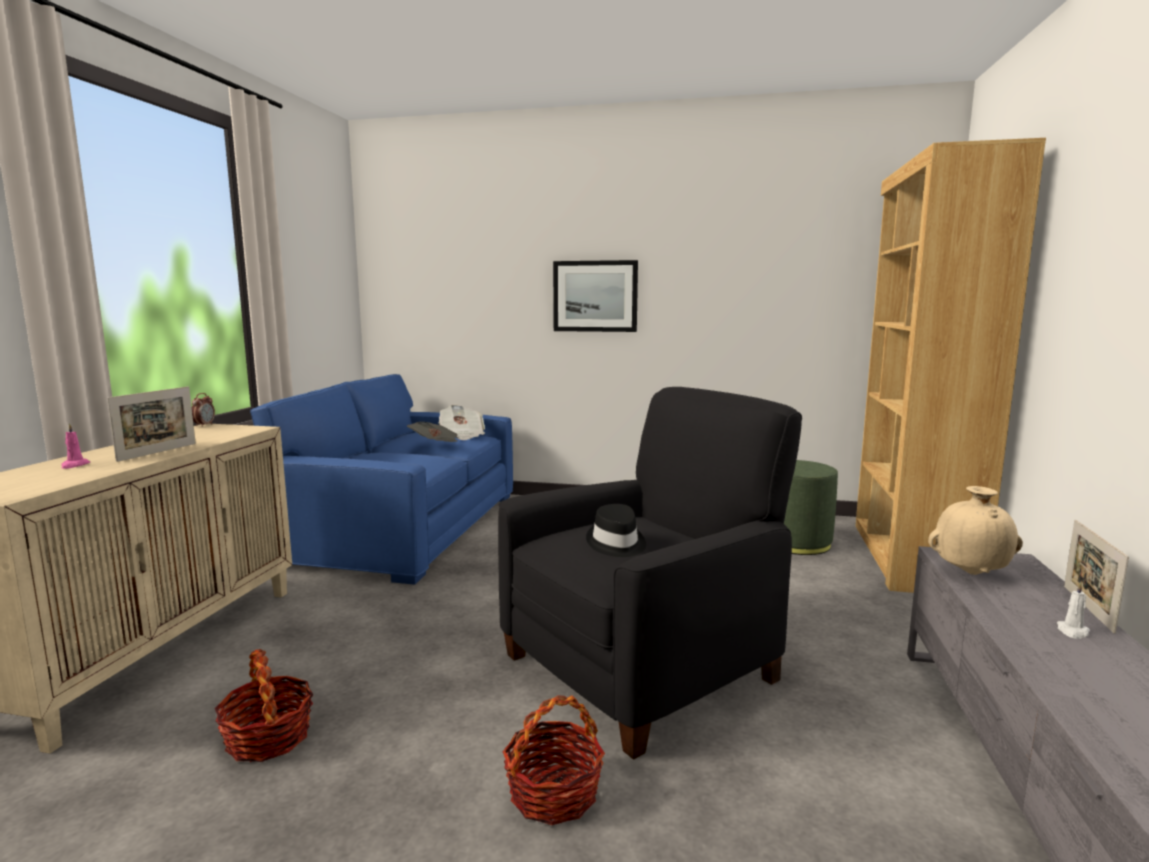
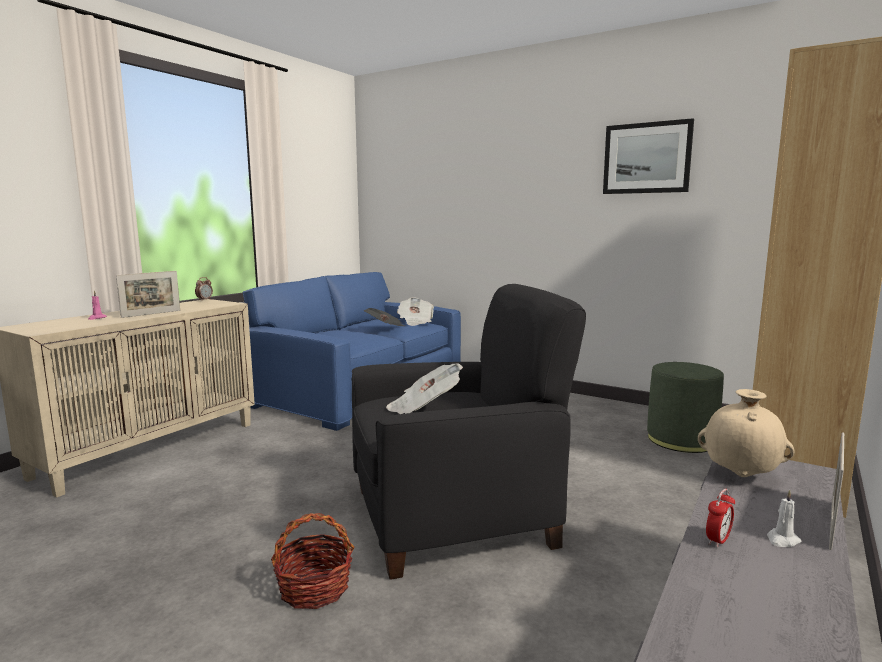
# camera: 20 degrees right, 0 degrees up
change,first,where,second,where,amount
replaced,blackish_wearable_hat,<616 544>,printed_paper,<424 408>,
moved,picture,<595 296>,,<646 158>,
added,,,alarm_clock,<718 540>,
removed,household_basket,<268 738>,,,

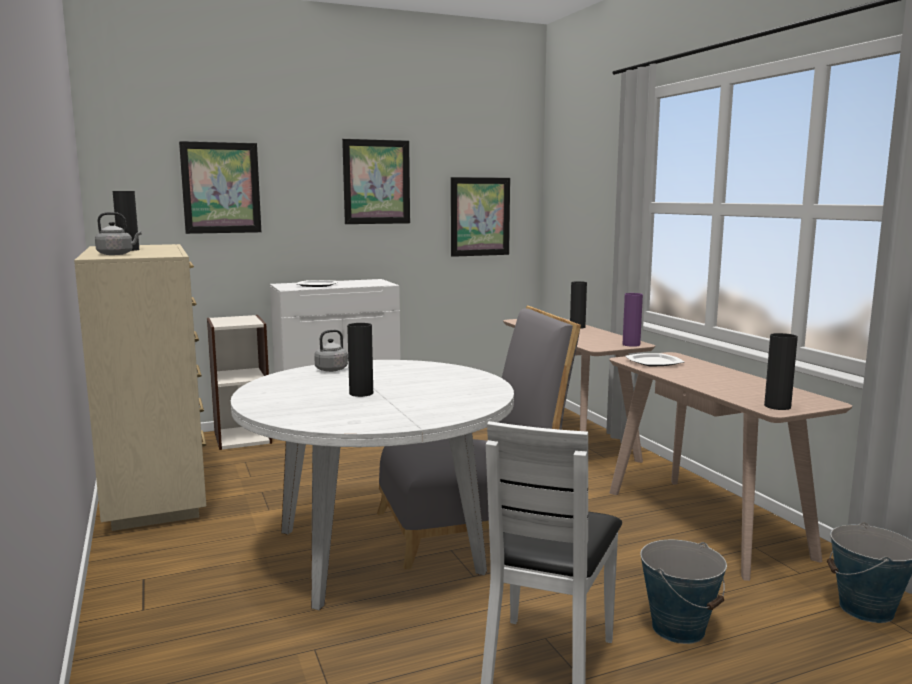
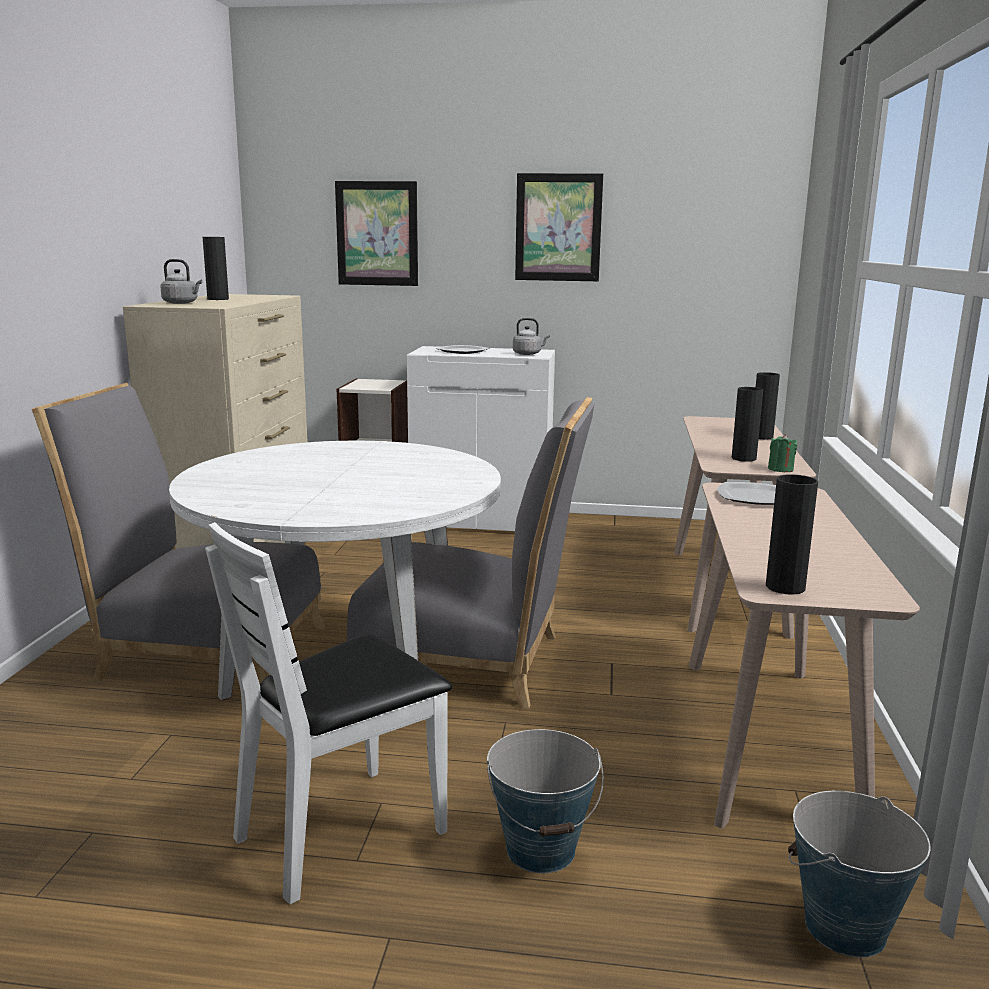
# camera: 30 degrees right, 5 degrees up
change,first,where,second,where,amount
added,,,grey_chair,<202 650>,
moved,grey_kettle,<333 369>,,<528 354>,
moved,blackish_flower_vase,<361 393>,,<743 458>,
replaced,purplish_flower_vase,<631 344>,green-coloured_candle,<780 469>,
removed,picture,<480 216>,,,

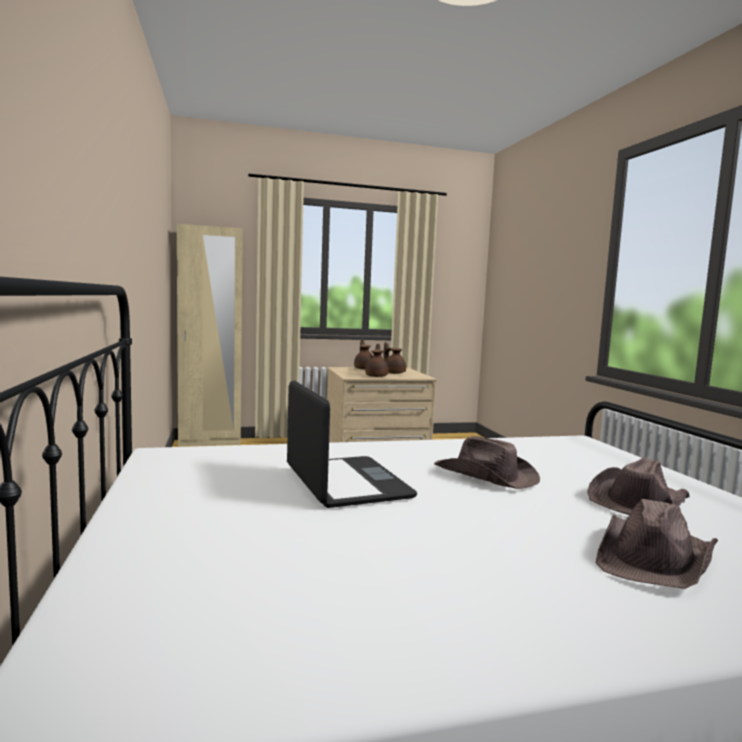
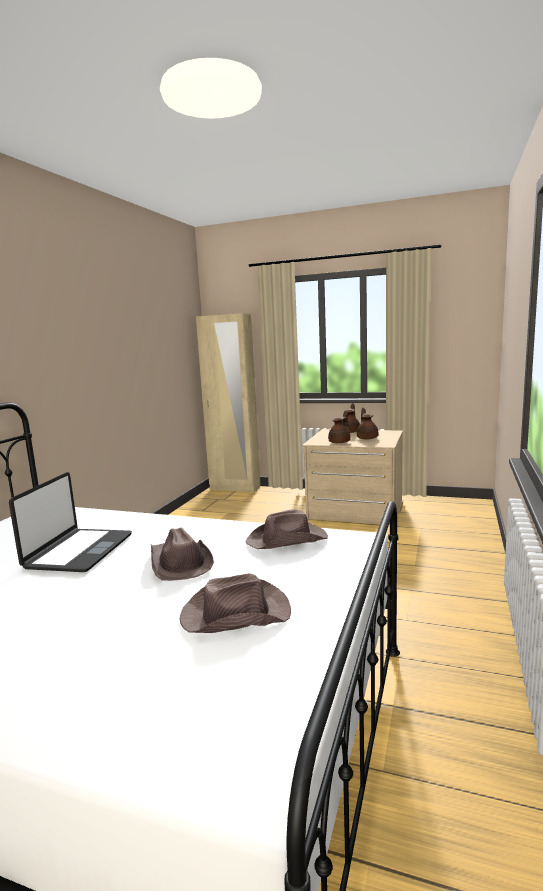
# camera: 35 degrees right, 5 degrees up
change,first,where,second,where,amount
moved,brownish_wearable_hat,<655 557>,,<287 540>,

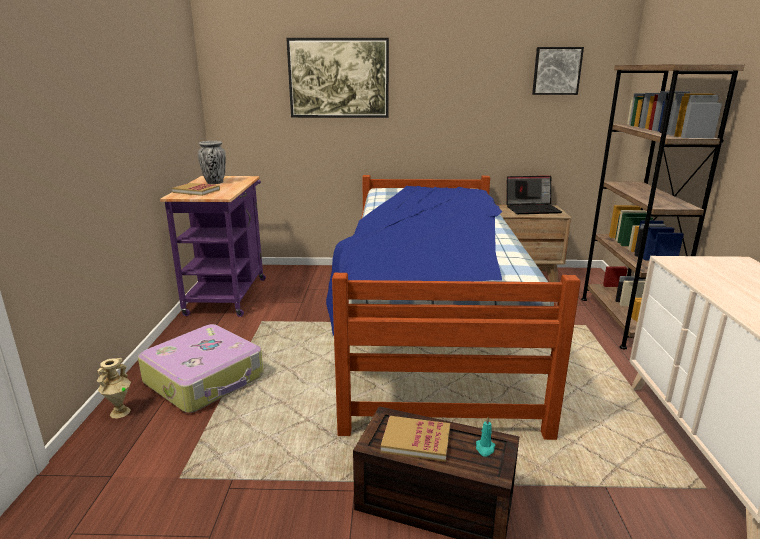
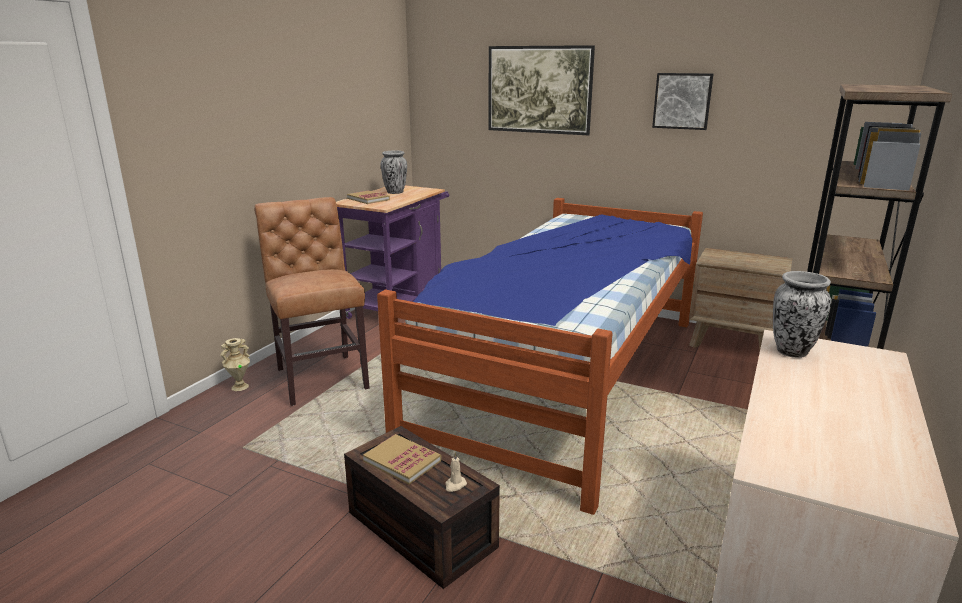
# camera: 25 degrees right, 0 degrees up
change,first,where,second,where,amount
replaced,travel_case,<205 379>,brownish_chair,<320 376>,
recoloured,blue-green_candle,<485 448>,beige-coloured_candle,<455 485>,
moved,picture,<556 71>,,<682 101>,
added,,,flower_vase,<792 351>,
removed,laptop,<533 209>,,,

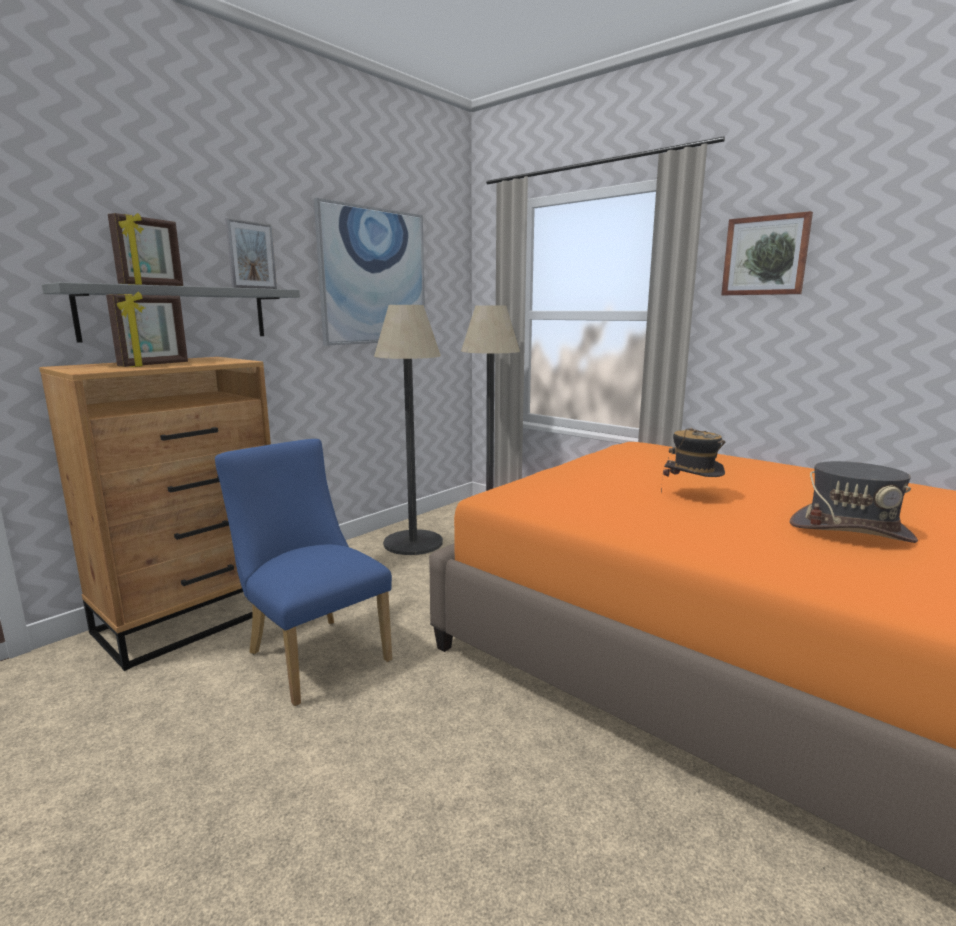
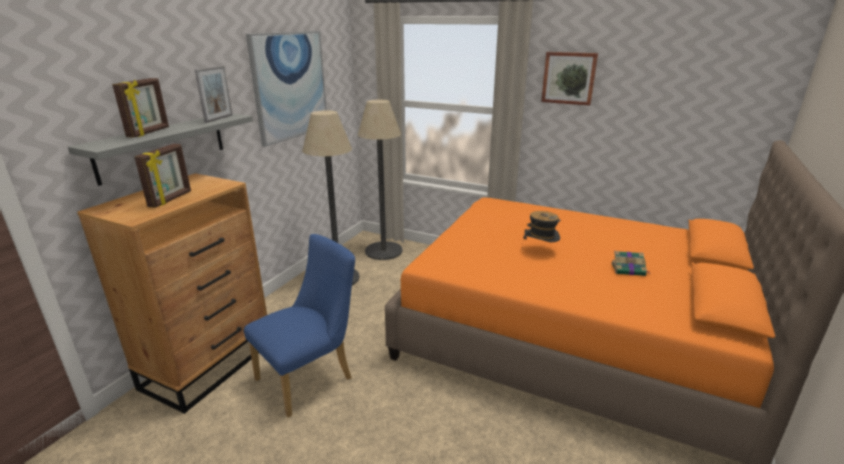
# camera: 15 degrees left, 10 degrees up
change,first,where,second,where,amount
turned,blue-coloured_chair,<312 653>,,<311 376>,105 degrees clockwise
replaced,grey_wearable_hat,<850 531>,book,<629 269>,

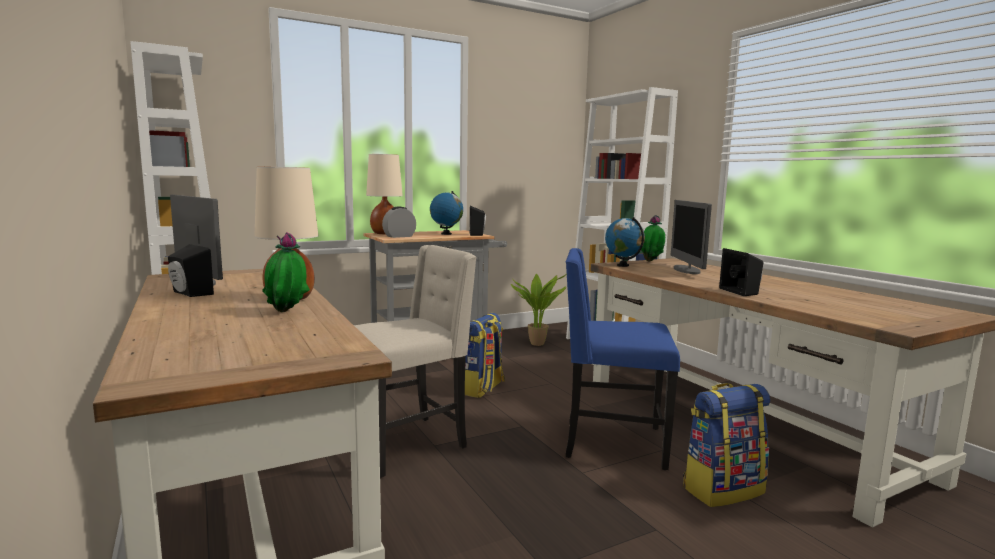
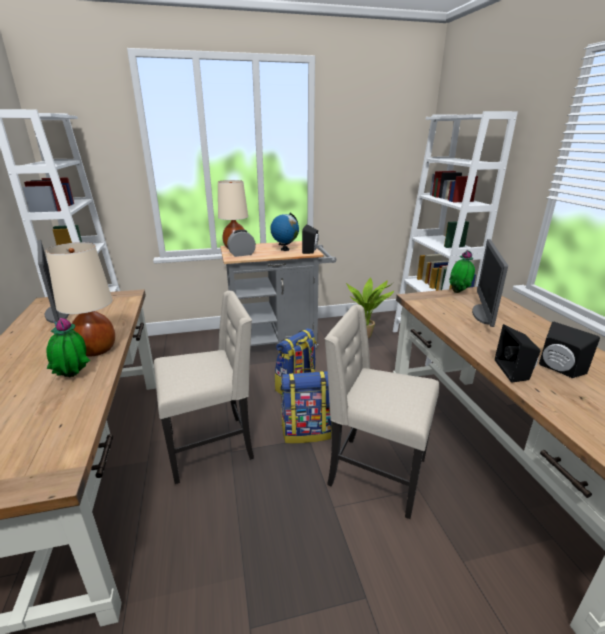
# camera: 15 degrees right, 15 degrees up
change,first,where,second,where,amount
moved,backpack,<722 489>,,<306 431>,
recoloured,blue-coloured_chair,<611 443>,beige-coloured_chair,<374 473>,
moved,blackish_loudspeaker,<189 293>,,<558 369>,
removed,globe,<623 265>,,,

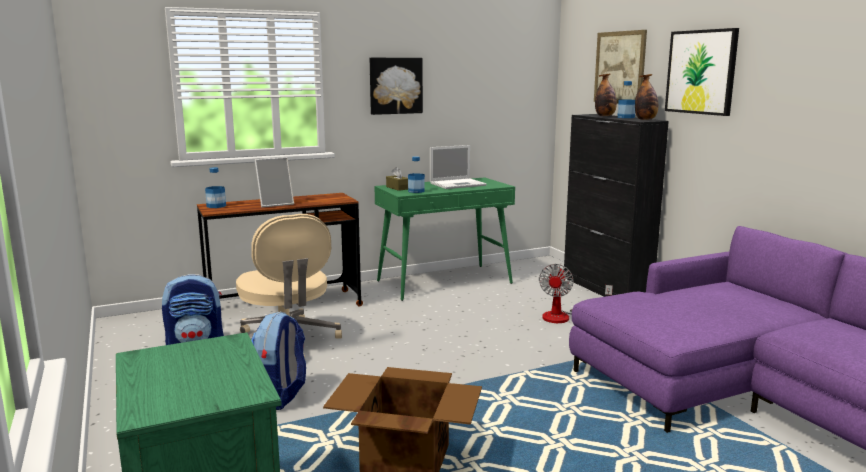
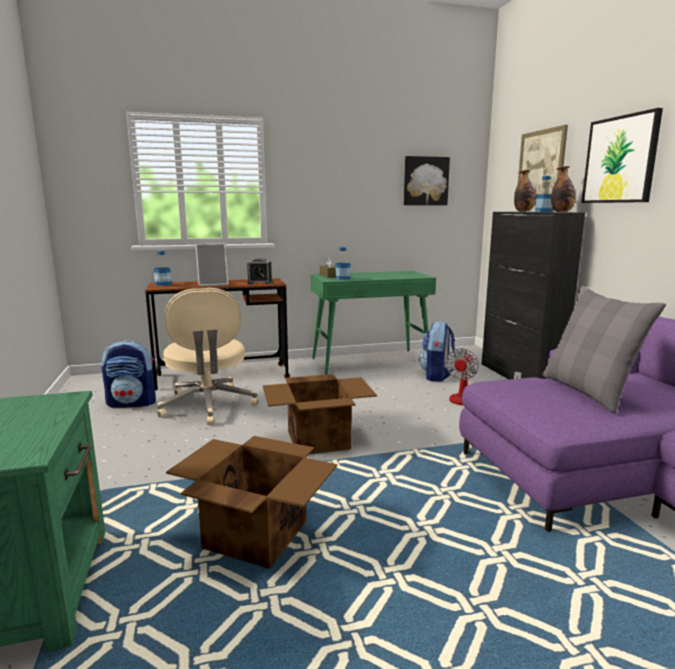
# camera: 10 degrees right, 0 degrees up
change,first,where,second,where,amount
added,,,alarm_clock,<260 282>,
added,,,carton,<319 439>,
moved,picture,<395 85>,,<425 181>,
moved,backpack,<280 397>,,<437 376>,
added,,,grey_cushion,<588 391>,
removed,laptop,<458 184>,,,

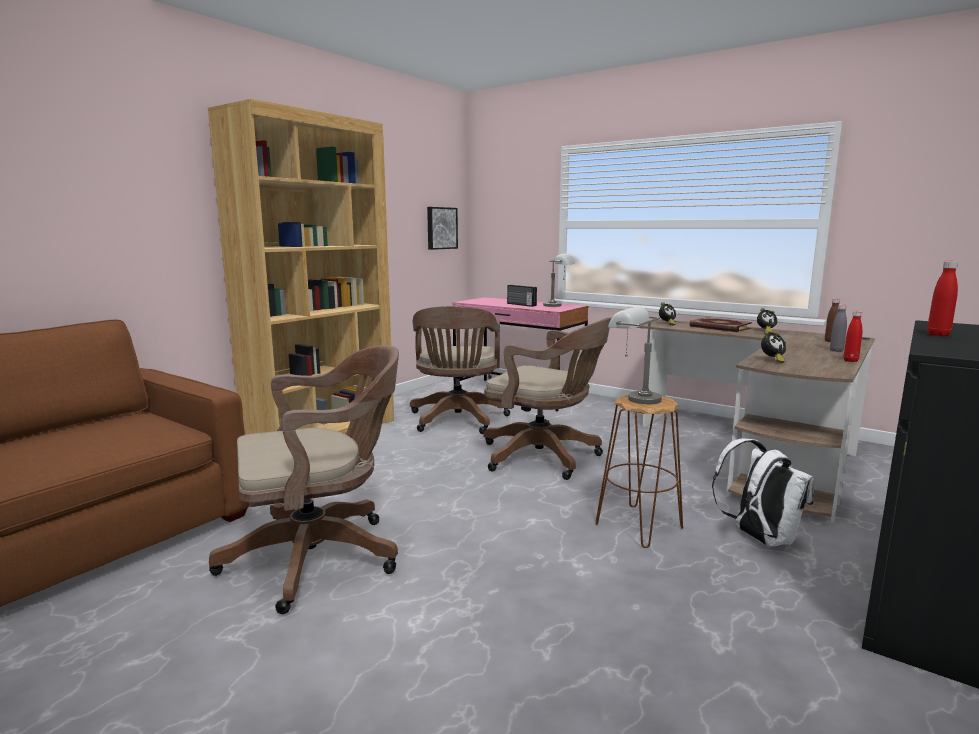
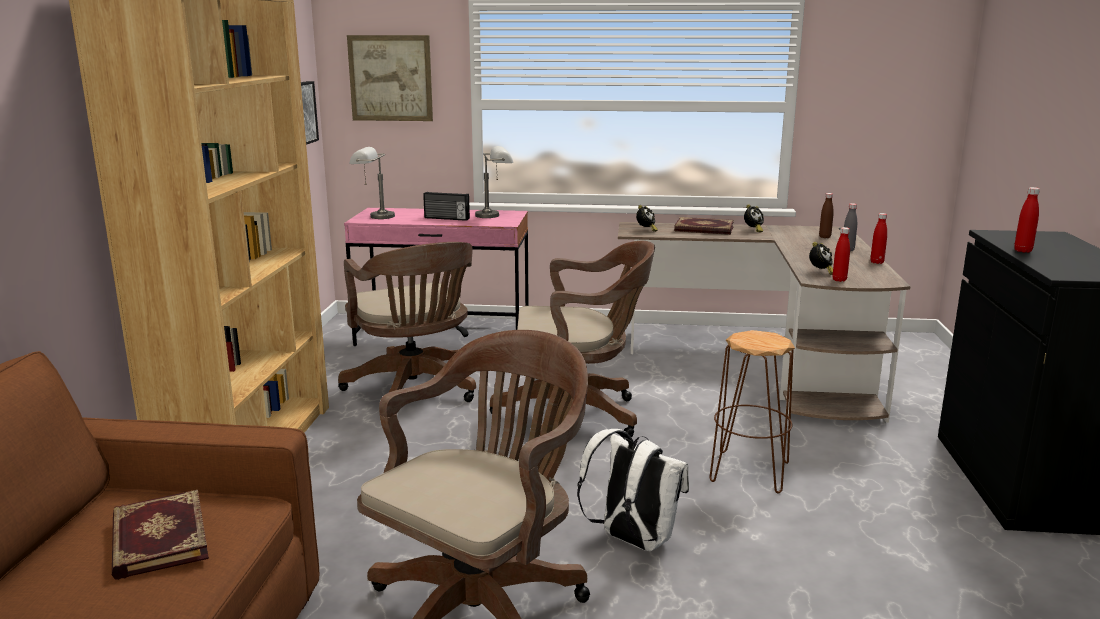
# camera: 30 degrees left, 5 degrees up
change,first,where,second,where,amount
added,,,book,<157 538>,
added,,,picture,<390 78>,
moved,grey_table_lamp,<633 398>,,<374 216>,
moved,white_backpack,<759 538>,,<632 540>,
added,,,red-coloured_drink_bottle,<839 280>,

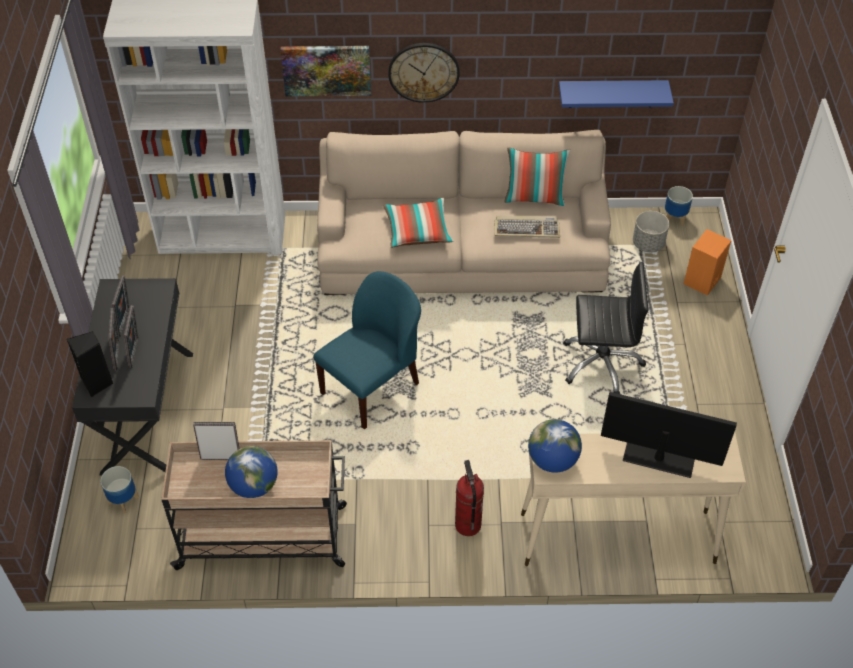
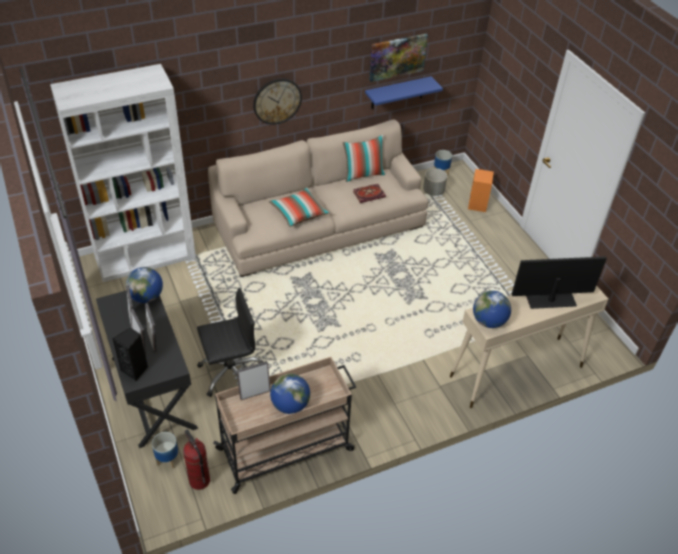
# camera: 25 degrees left, 5 degrees down
change,first,where,second,where,amount
added,,,globe,<146 297>,
moved,fire_extinguisher,<468 525>,,<199 480>,
moved,blackish_computer_chair,<601 363>,,<230 373>,
replaced,keyboard,<527 228>,book,<369 194>,
moved,picture,<326 69>,,<397 56>,
removed,blue-coloured_chair,<372 387>,,,

